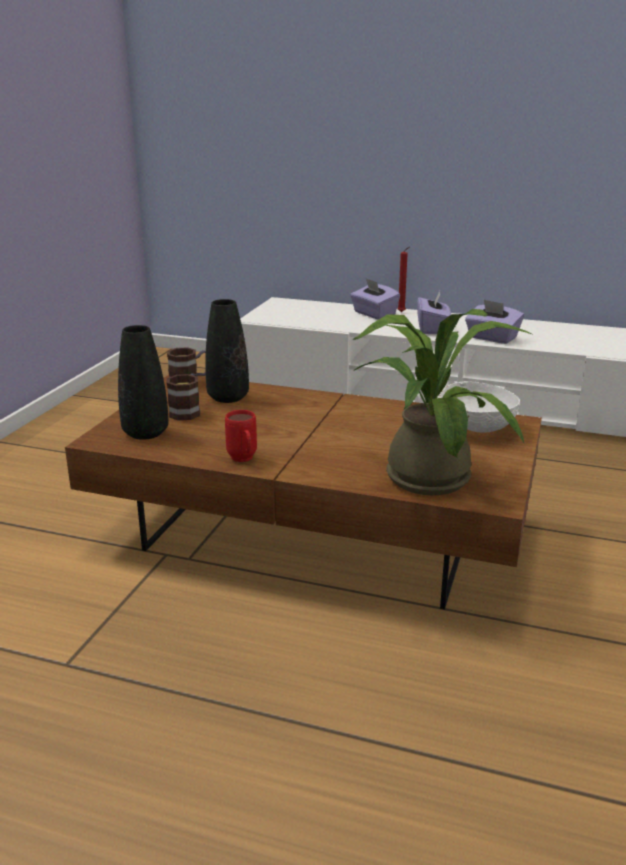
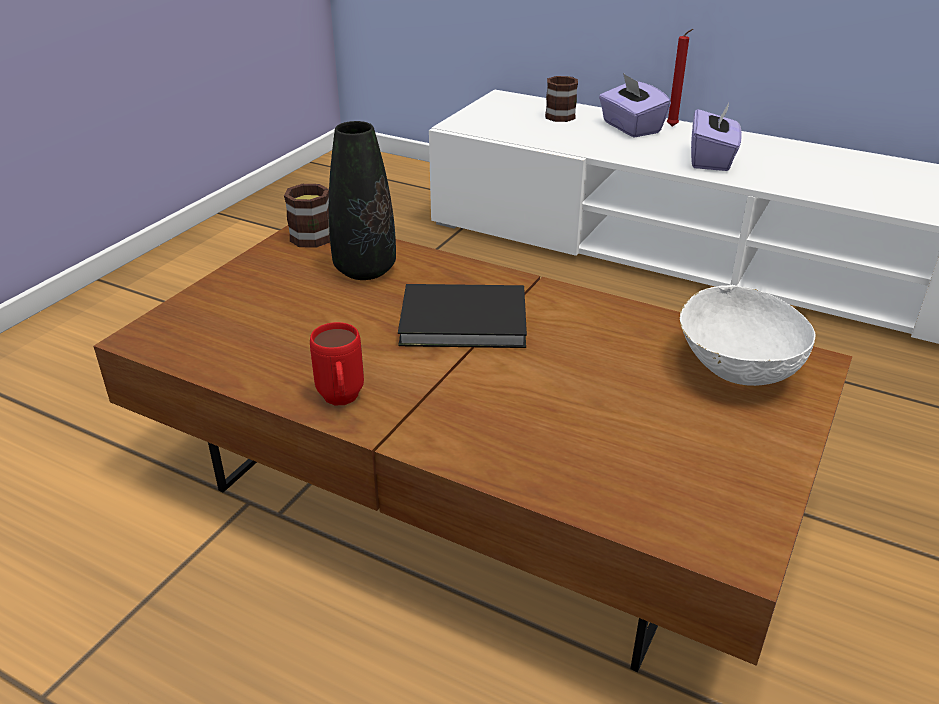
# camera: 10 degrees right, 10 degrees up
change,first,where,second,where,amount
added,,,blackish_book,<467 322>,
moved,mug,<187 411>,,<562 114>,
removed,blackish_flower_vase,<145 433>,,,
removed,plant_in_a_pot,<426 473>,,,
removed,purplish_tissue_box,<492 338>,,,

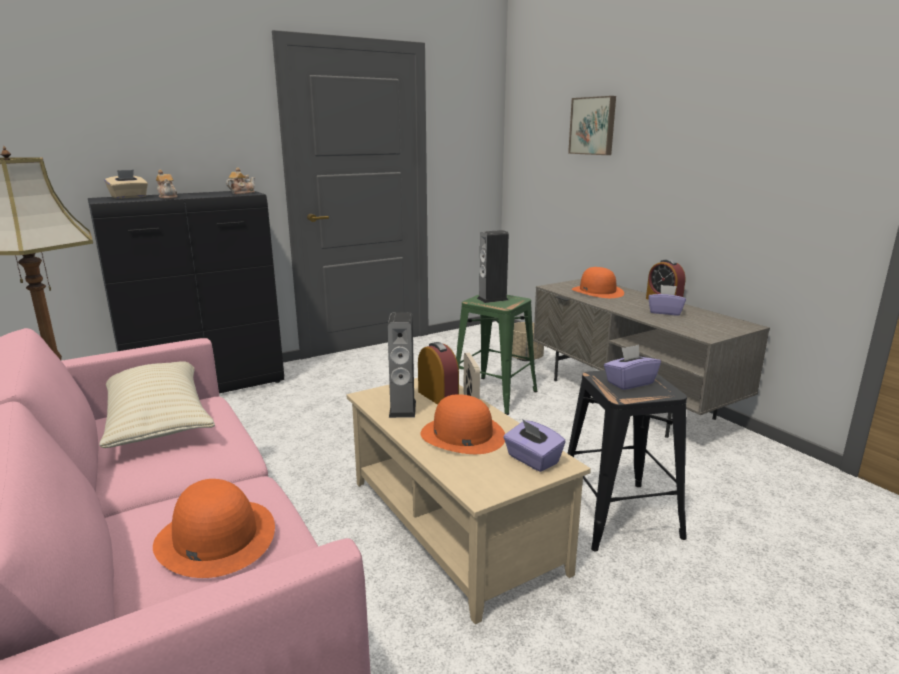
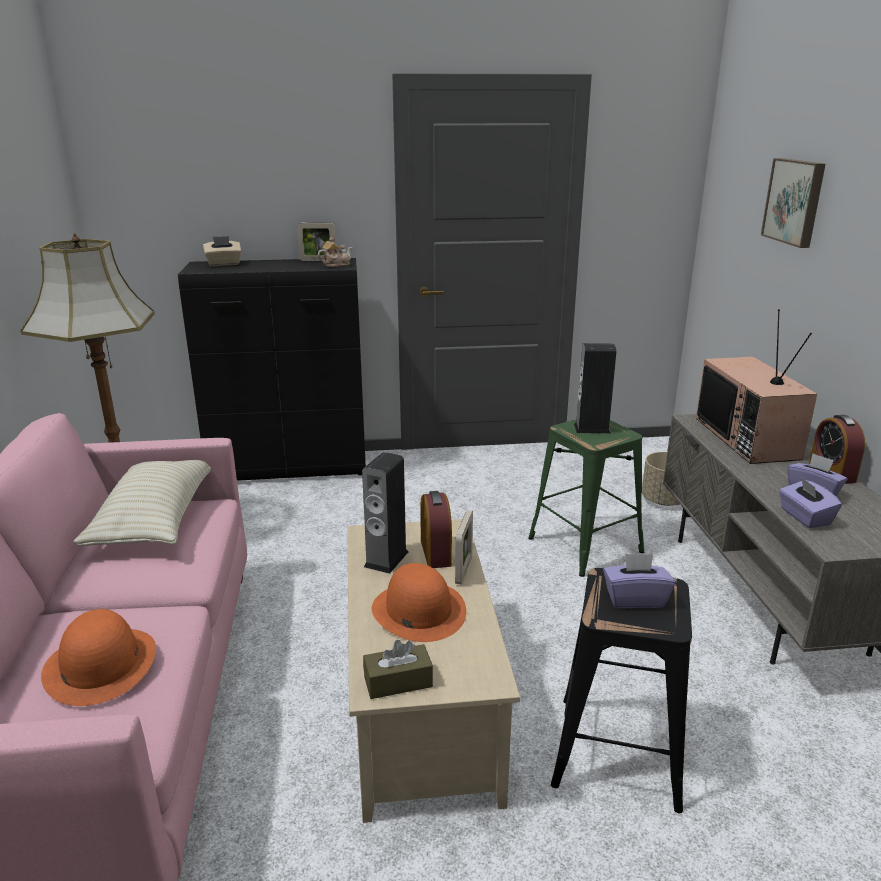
# camera: 25 degrees right, 5 degrees up
change,first,where,second,where,amount
added,,,standing_frame,<318 260>,
added,,,brownish_tissue_box,<398 682>,
replaced,orangey_wearable_hat,<597 291>,TV,<749 438>,
moved,purplish_tissue_box,<532 460>,,<804 517>,
removed,tea_pot,<168 197>,,,

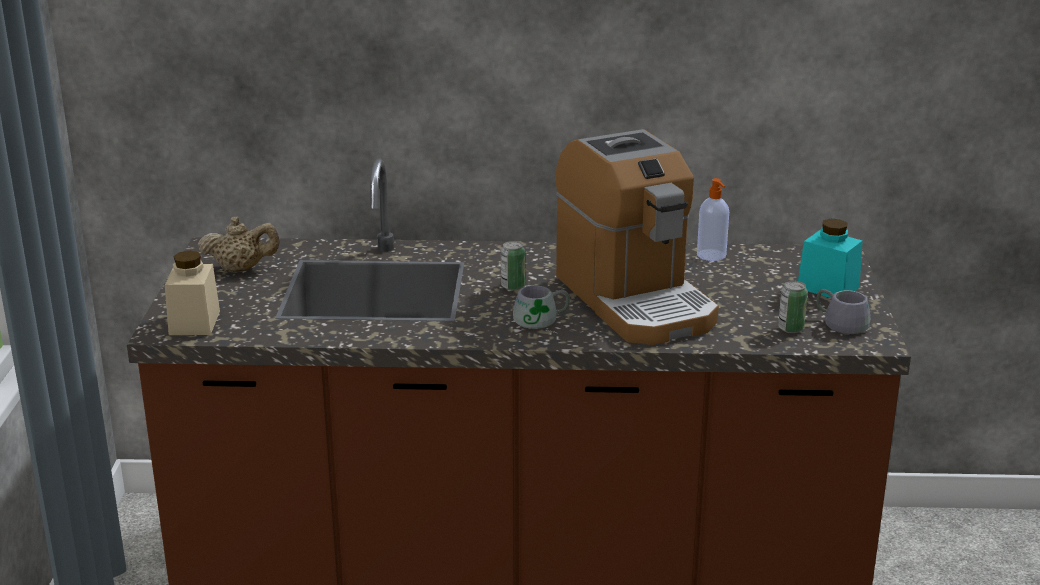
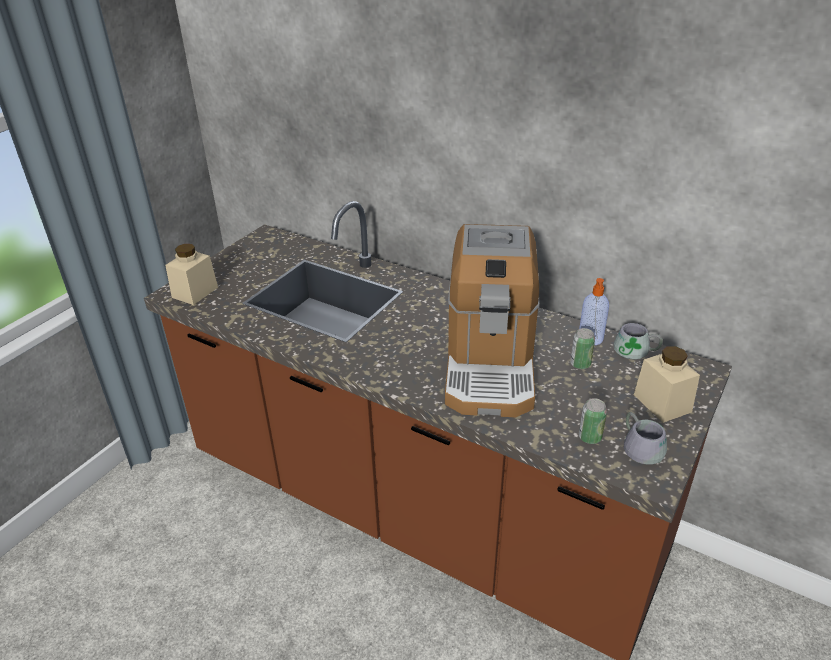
# camera: 30 degrees right, 10 degrees up
change,first,where,second,where,amount
moved,metal_can,<513 286>,,<580 364>,
moved,grey_mug,<541 322>,,<635 353>,
recoloured,blue-green_preserve_jar,<828 287>,beige-coloured_preserve_jar,<662 403>,
removed,beige-coloured_tea_pot,<241 269>,,,

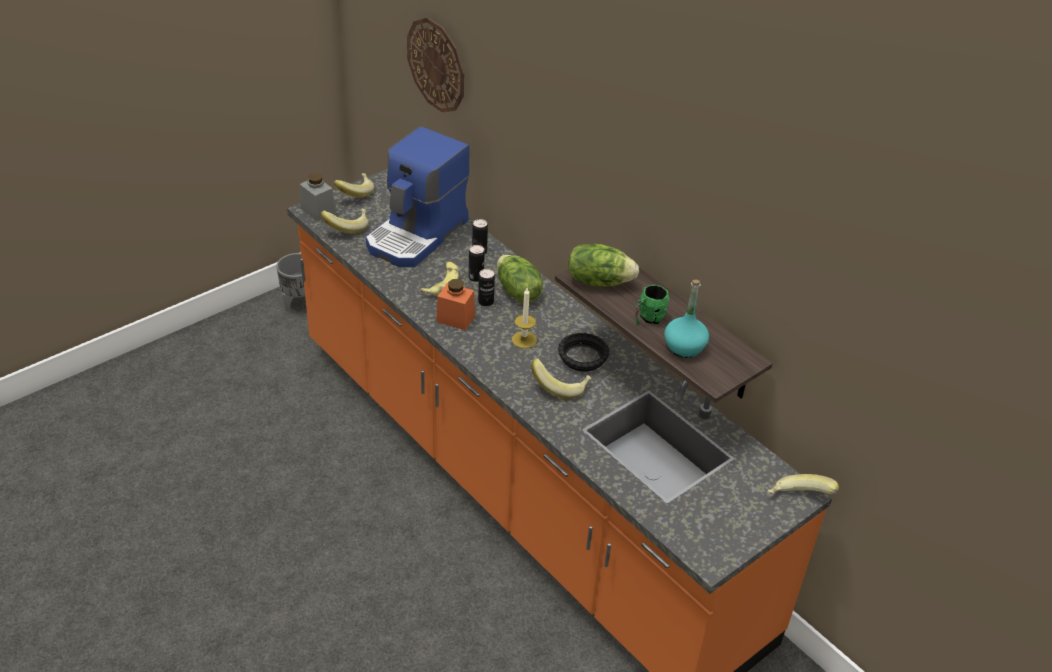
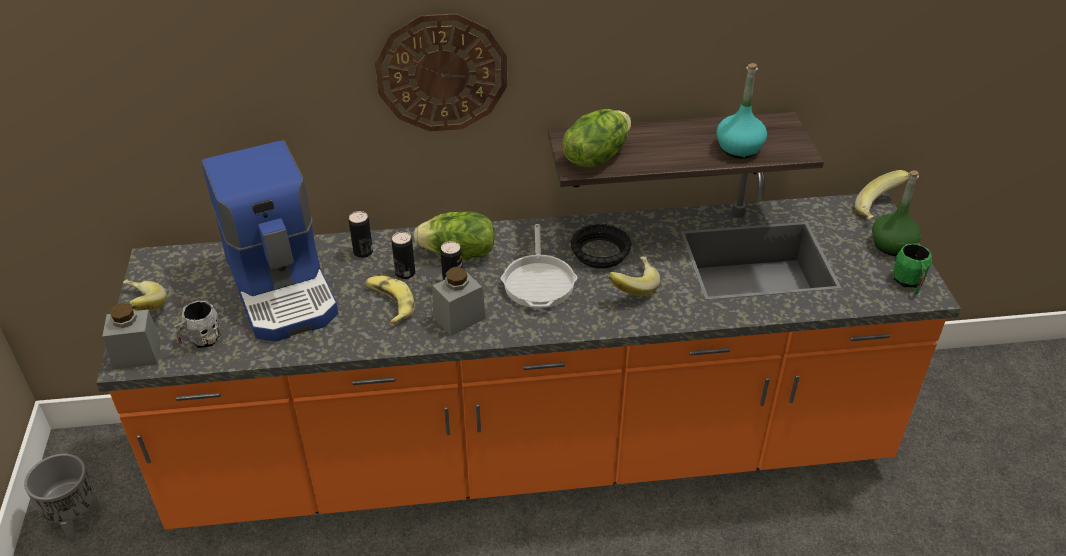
# camera: 55 degrees left, 0 degrees up
change,first,where,second,where,amount
replaced,whole_banana,<347 227>,grey_mug,<201 341>,
moved,wall_clock,<436 65>,,<442 73>,
recoloured,orangey_preserve_jar,<455 318>,grey_preserve_jar,<459 318>,
replaced,candle,<524 339>,pan,<539 281>,
added,,,green-coloured_drink_bottle,<892 245>,
moved,green-coloured_mug,<648 318>,,<909 283>,

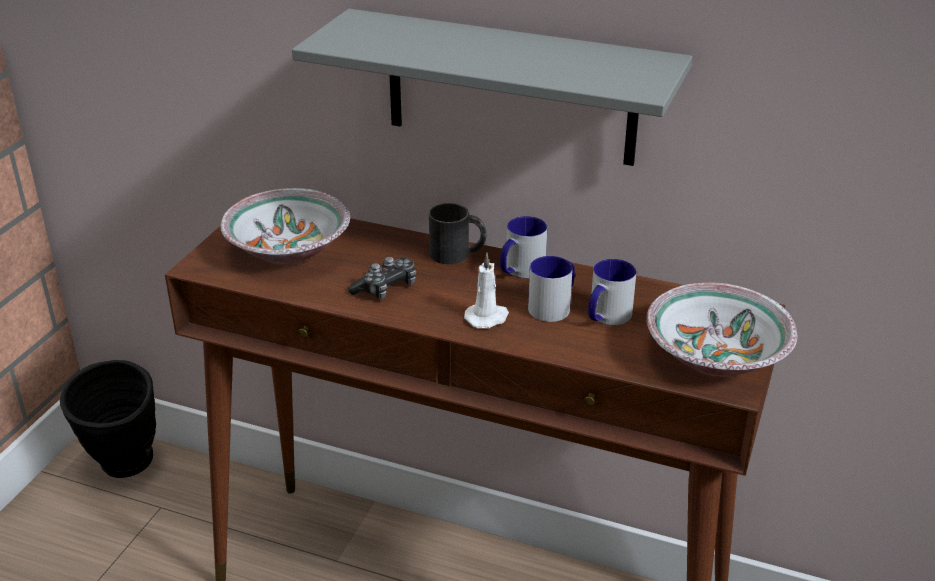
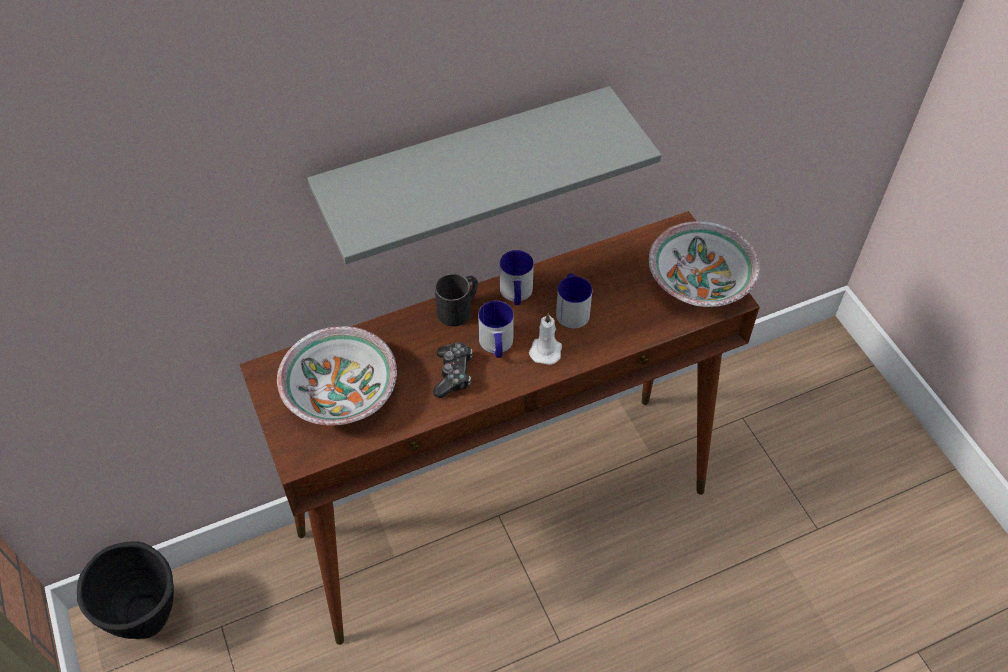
# camera: 45 degrees left, 20 degrees up
change,first,where,second,where,amount
moved,mug,<606 317>,,<496 345>,

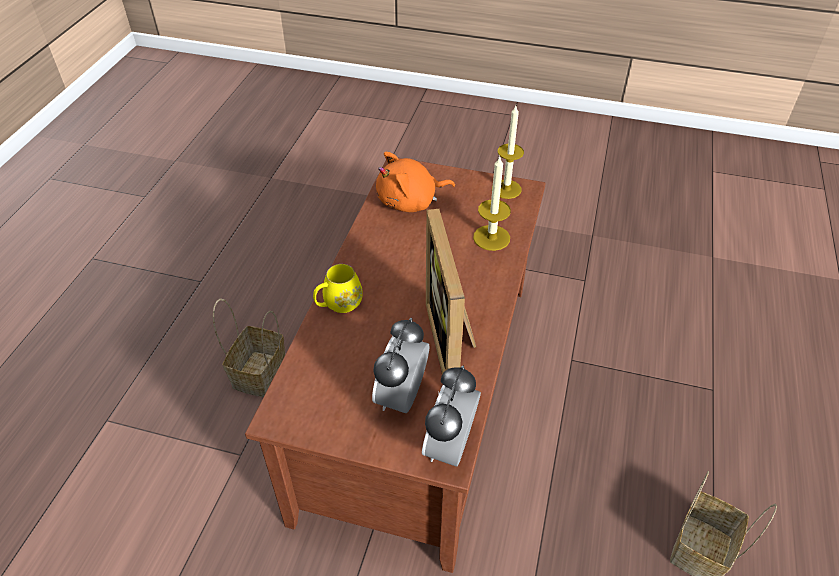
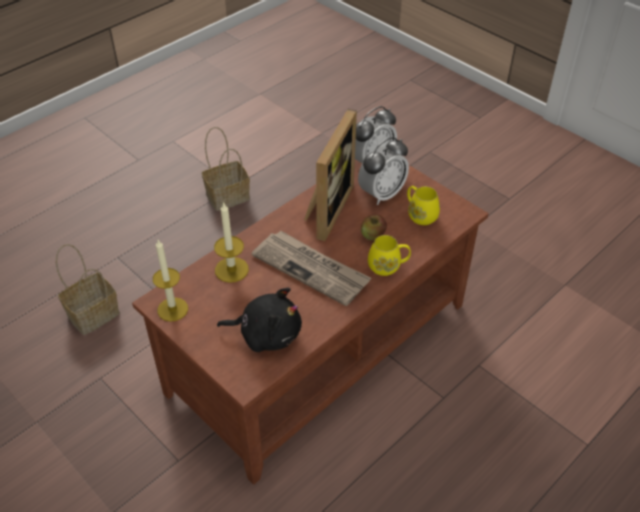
# camera: 150 degrees left, 0 degrees up
change,first,where,second,where,amount
moved,household_basket,<259 372>,,<93 316>,
recoloured,orangey_soft_toy,<410 202>,blackish_soft_toy,<267 334>,
added,,,printed_paper,<311 269>,
added,,,apple,<373 235>,
added,,,yellow-coloured_mug,<420 215>,

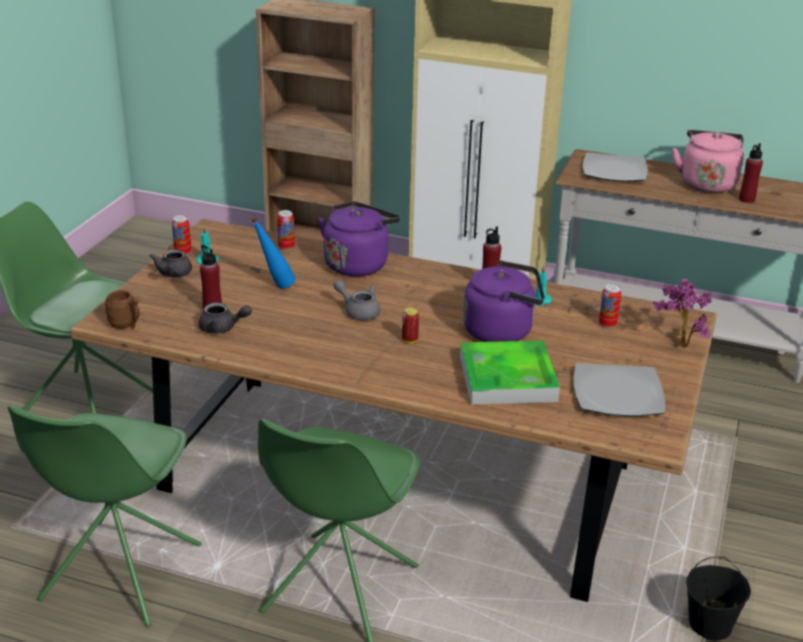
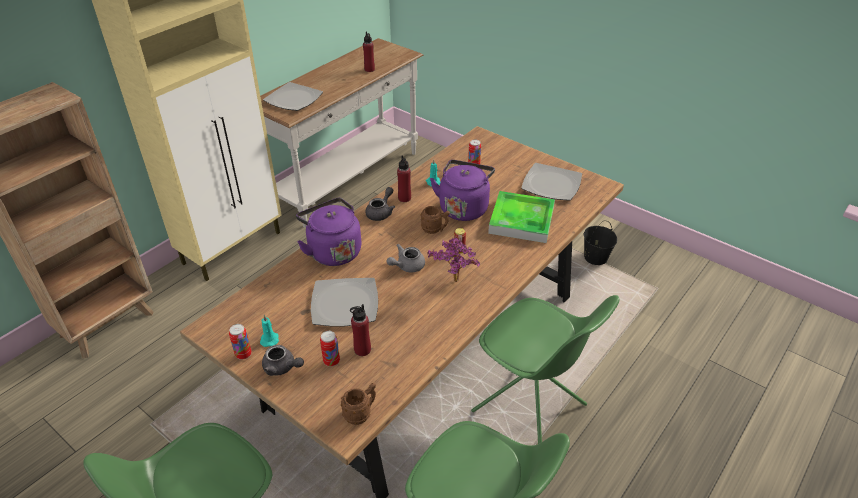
# camera: 70 degrees left, 10 degrees up
change,first,where,second,where,amount
replaced,blue-coloured_drink_bottle,<275 287>,plate,<344 304>,
moved,metal_can,<286 247>,,<331 361>,
moved,grey_tea_pot,<222 328>,,<381 212>,
added,,,brownish_mug,<435 230>,
moved,plant_in_a_pot,<678 345>,,<454 283>,
removed,pink_kettle,<707 183>,,,

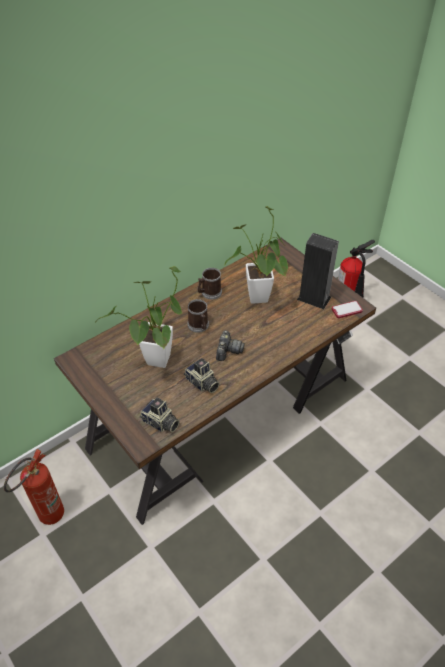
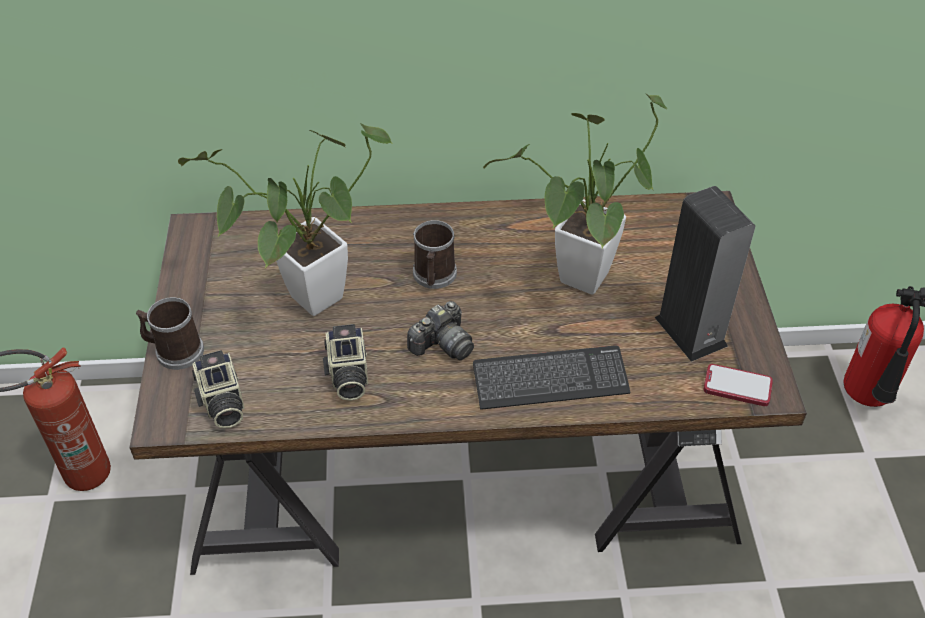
# camera: 35 degrees right, 0 degrees up
change,first,where,second,where,amount
moved,mug,<209 293>,,<174 351>,
added,,,keyboard,<550 380>,

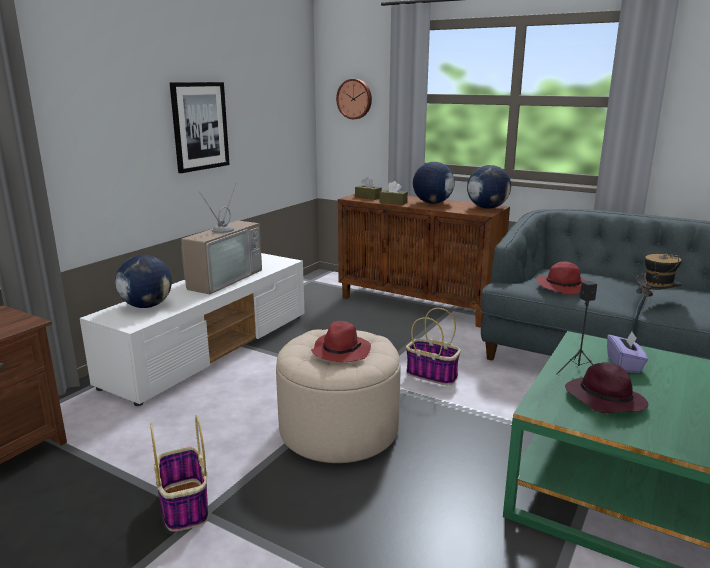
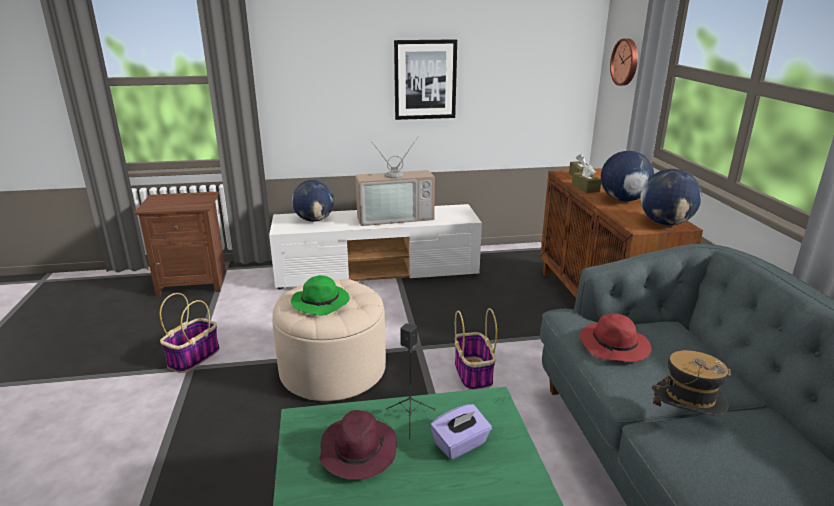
# camera: 50 degrees right, 5 degrees up
change,first,where,second,where,amount
recoloured,red-coloured_wearable_hat,<340 351>,green-coloured_wearable_hat,<321 302>,

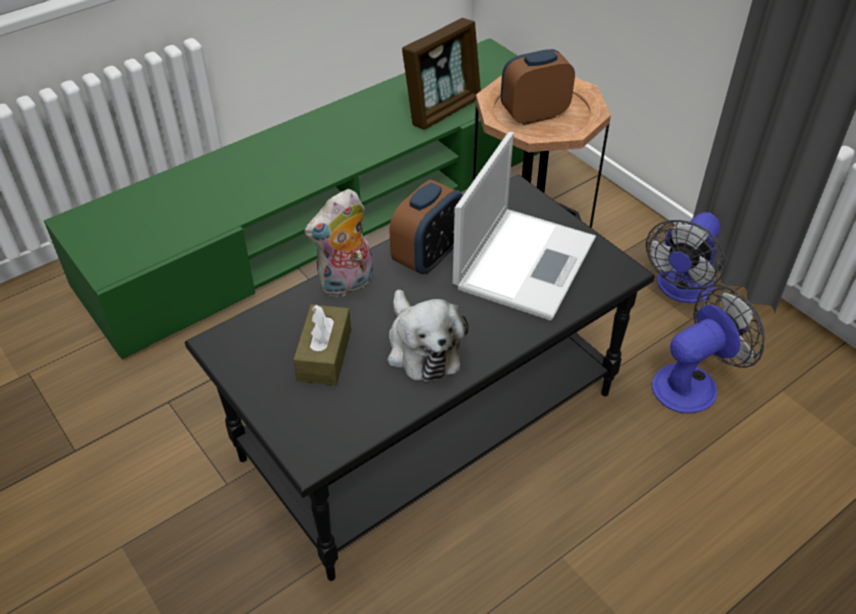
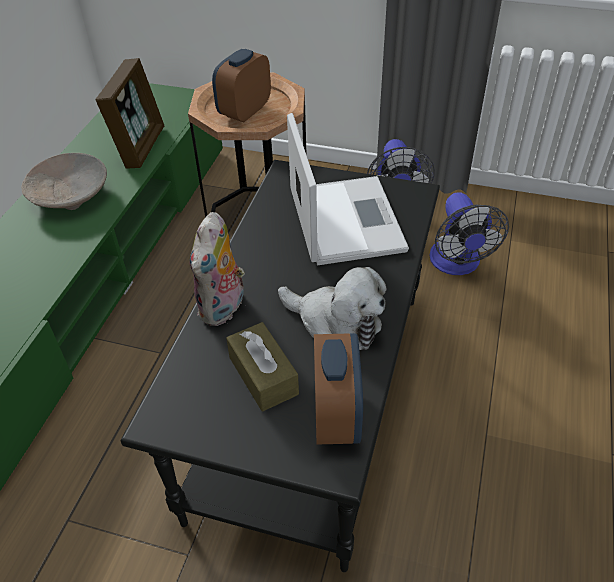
# camera: 35 degrees left, 0 degrees up
change,first,where,second,where,amount
added,,,beige-coloured_serving_bowl,<71 195>,
moved,alarm_clock,<428 257>,,<336 416>,
turned,fan,<693 383>,,<457 264>,150 degrees clockwise

